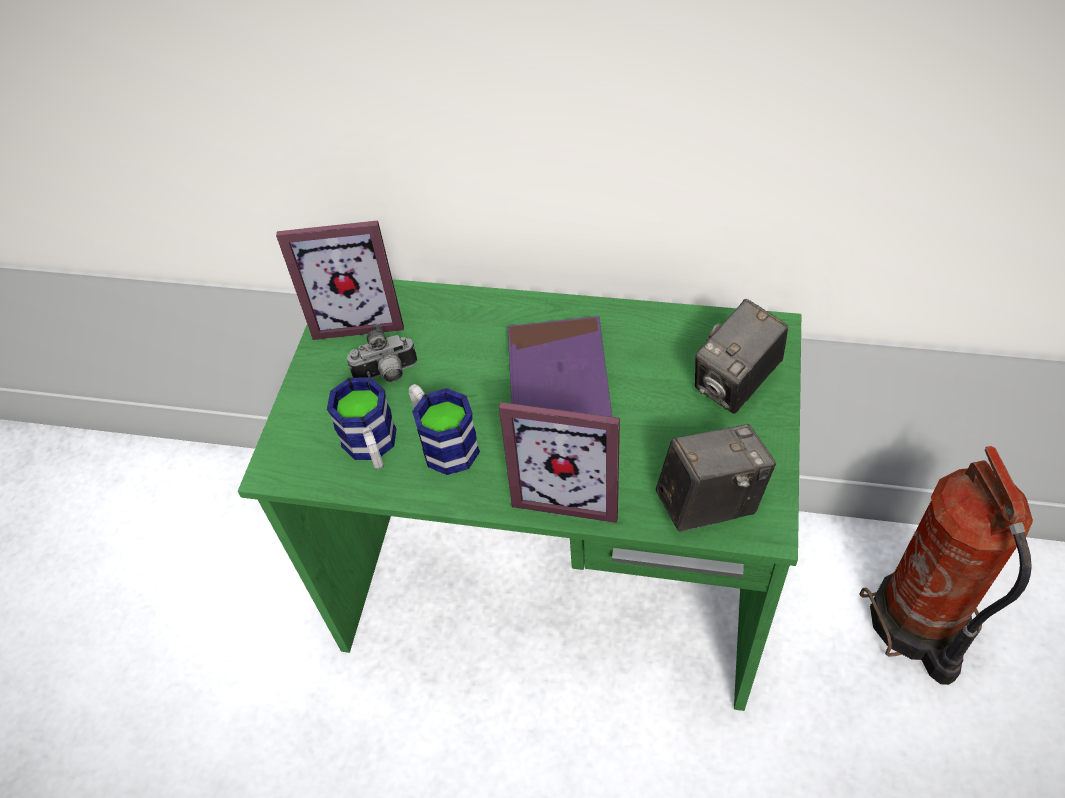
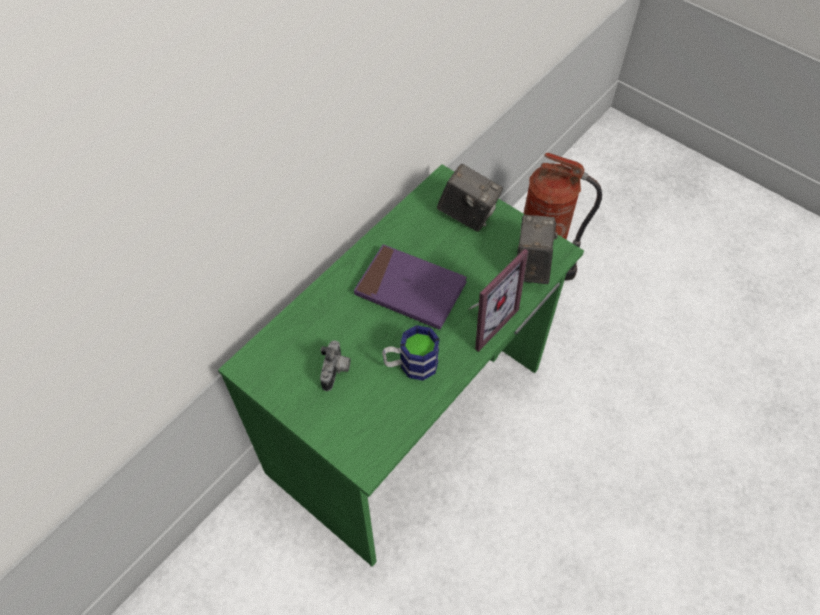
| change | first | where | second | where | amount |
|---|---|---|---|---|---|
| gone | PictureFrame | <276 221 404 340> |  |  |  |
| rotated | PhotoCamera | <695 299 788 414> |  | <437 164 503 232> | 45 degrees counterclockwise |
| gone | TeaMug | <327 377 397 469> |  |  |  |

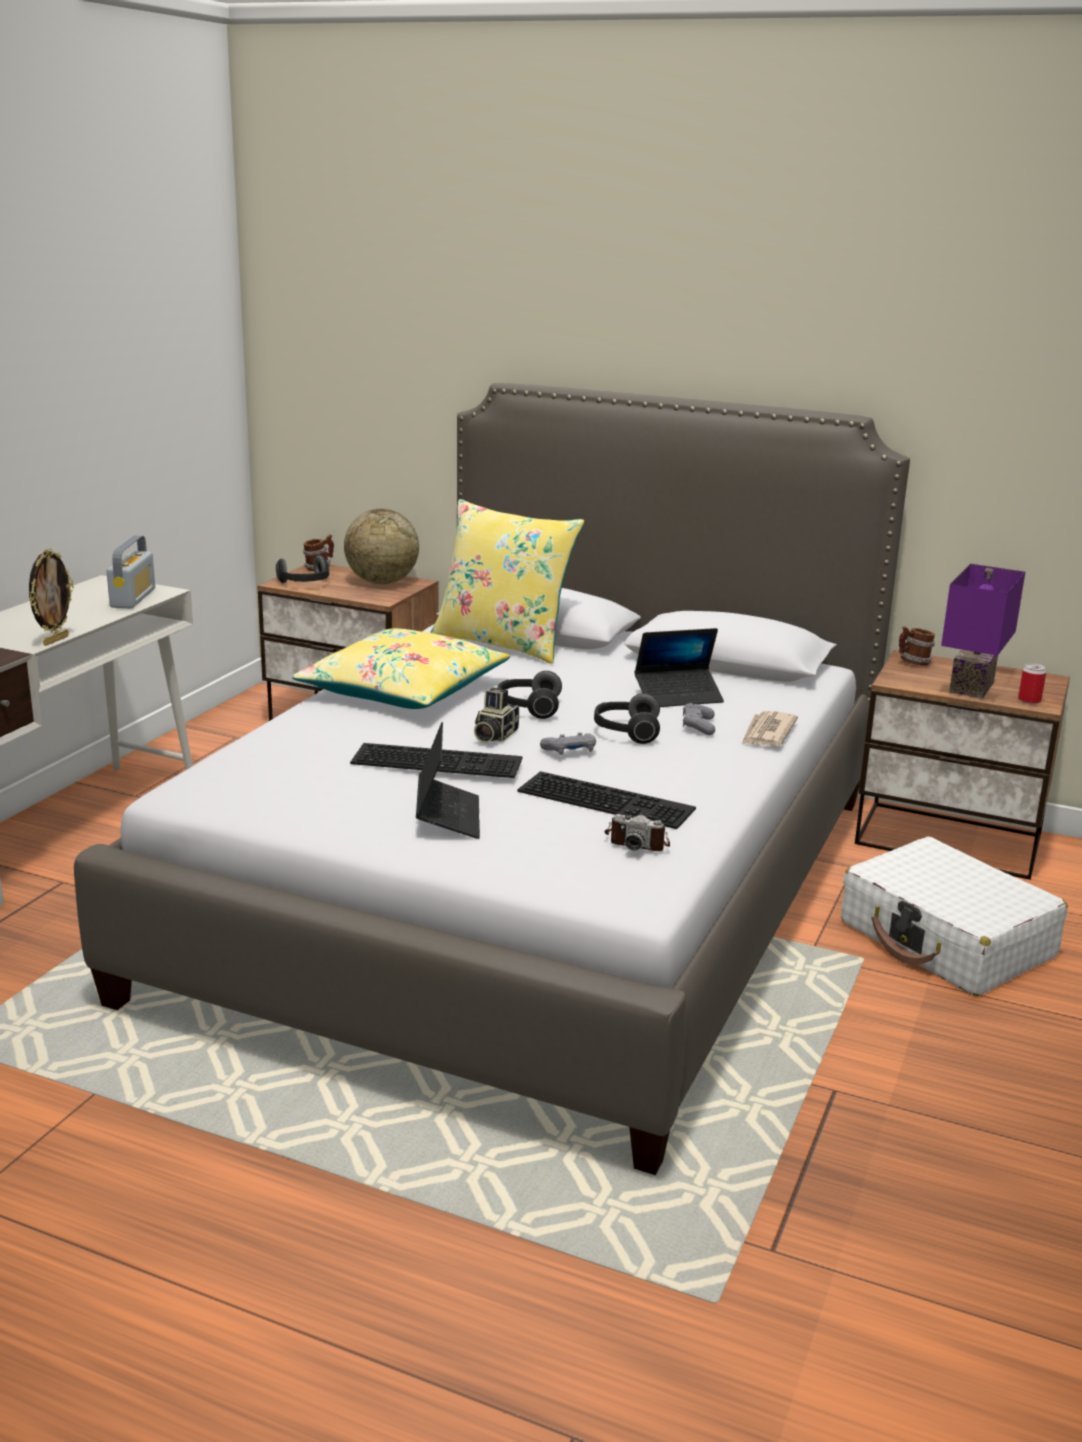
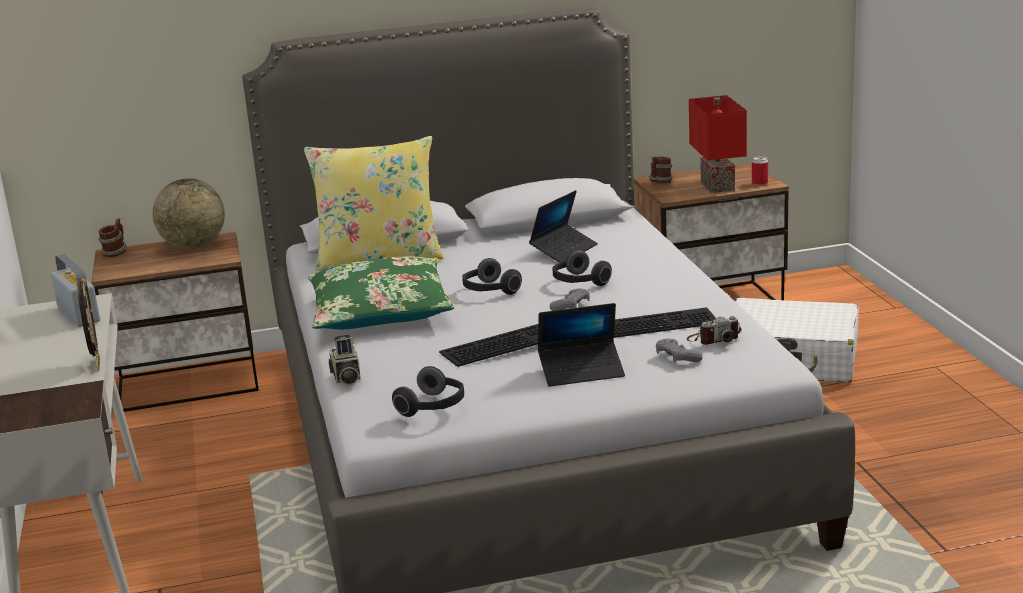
| change | first | where | second | where | amount |
|---|---|---|---|---|---|
| shifted | PairOfHeadphones | <276 555 329 583> |  | <392 366 464 417> |  |
| repainted | PurplishTableLamp | <941 564 1025 699> | RedColouredTableLamp | <689 95 747 193> |  |
| repainted | YellowColouredCushion | <292 628 510 709> | GreenColouredCushion | <308 256 454 329> |  |
| shifted | PhotoCamera | <474 687 519 743> |  | <329 335 361 386> |  |
| shifted | GreyGameController | <683 703 715 735> |  | <656 339 703 363> |  |
| gone | Newspaper | <741 711 798 747> |  |  |  |
| rotated | NotebookComputer | <416 722 480 839> |  | <538 303 625 387> | 120 degrees clockwise |

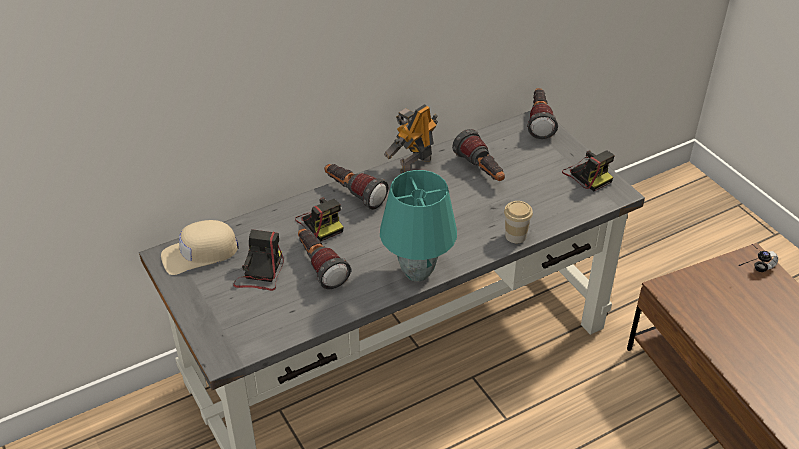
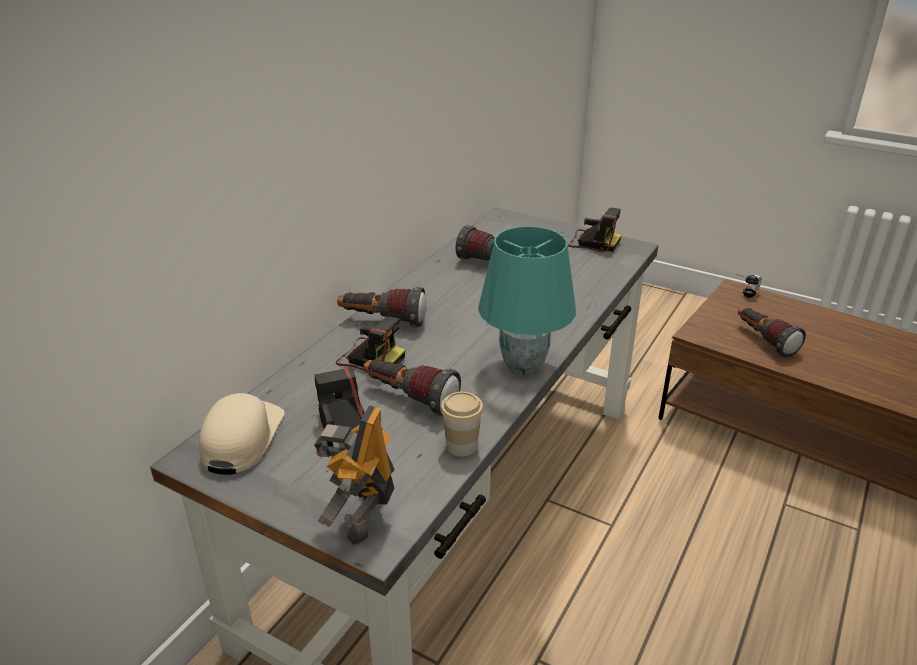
| change | first | where | second | where | amount |
|---|---|---|---|---|---|
| shifted | HandTorch | <527 88 558 139> |  | <738 308 806 357> |  |
| shifted | ToyRobot | <384 104 438 174> |  | <314 405 395 545> |  |
| shifted | SmallCup | <504 201 533 243> |  | <440 392 484 456> |  |
| rotated | BeigeCap | <161 220 239 275> |  | <199 393 285 475> | 150 degrees clockwise |

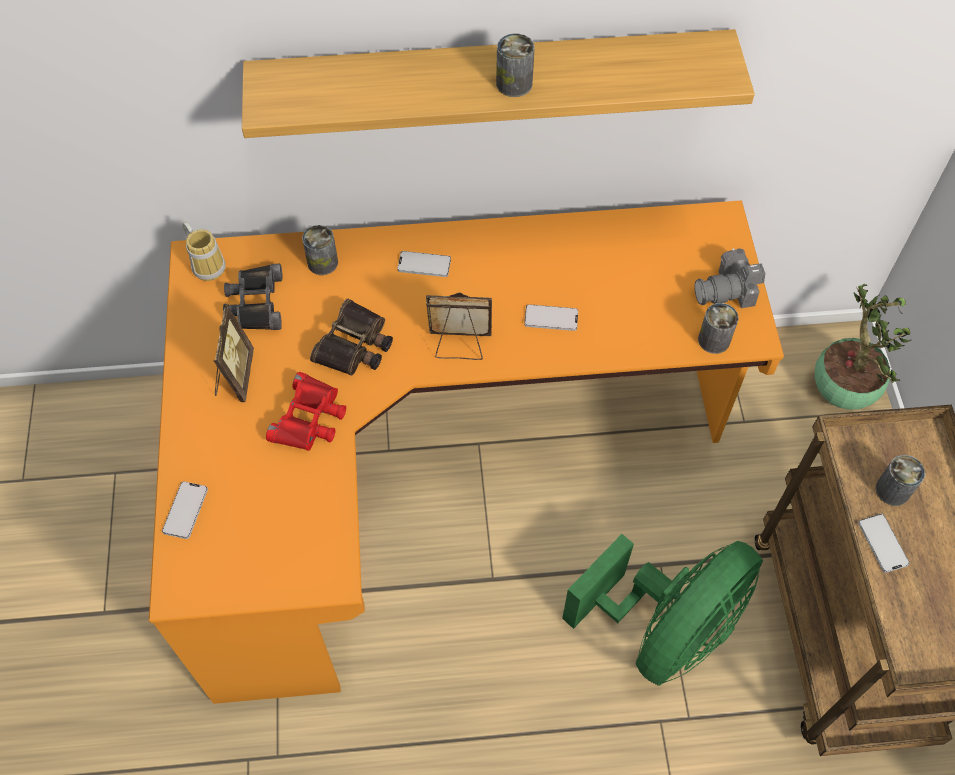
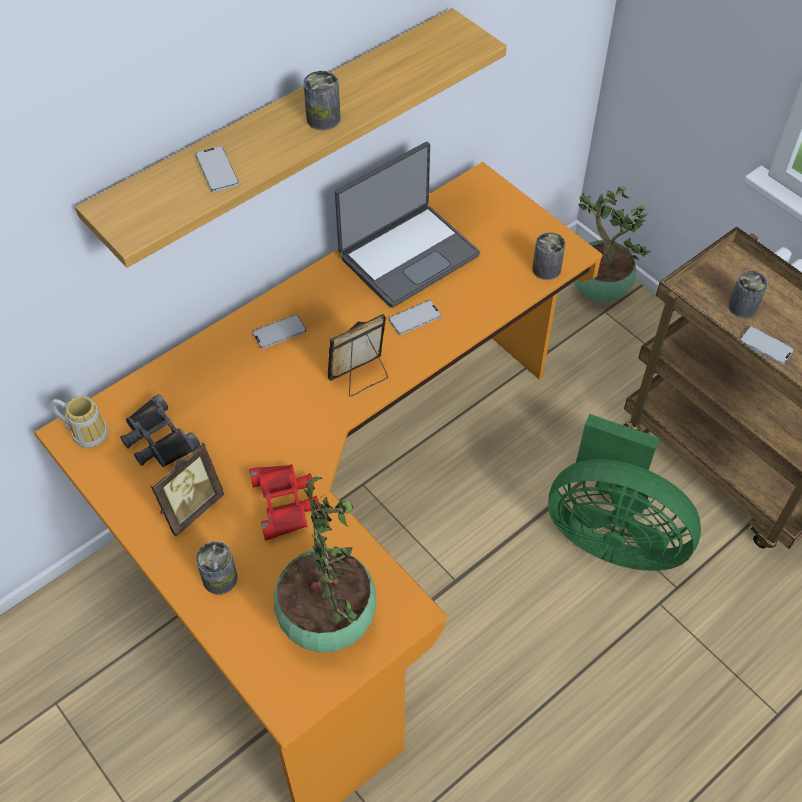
| change | first | where | second | where | amount |
|---|---|---|---|---|---|
| shifted | SealedCan | <302 225 338 275> |  | <196 541 238 595> |  |
| gone | PhotoCamera | <694 248 765 308> |  |  |  |
| gone | Binoculars | <310 299 393 376> |  |  |  |
| rotated | PictureFrame | <213 304 254 402> |  | <150 442 224 536> | 75 degrees clockwise |
| shifted | Telephone | <162 481 208 539> |  | <196 146 239 192> |  |
| rotated | GreenColouredCoolingFan | <562 534 763 686> |  | <548 414 701 571> | 105 degrees clockwise |
| new |  |  | NotebookComputer | <335 142 480 308> |  |
| new |  |  | Houseplant | <274 476 376 653> |  |

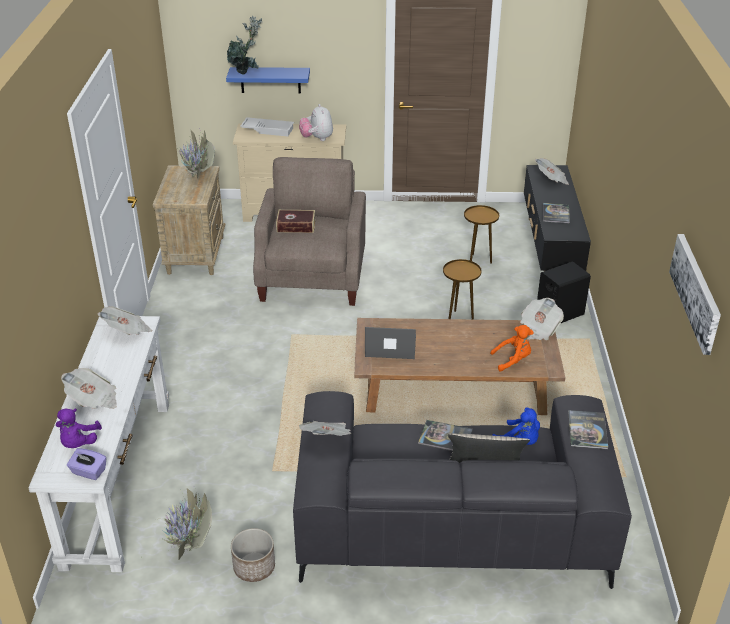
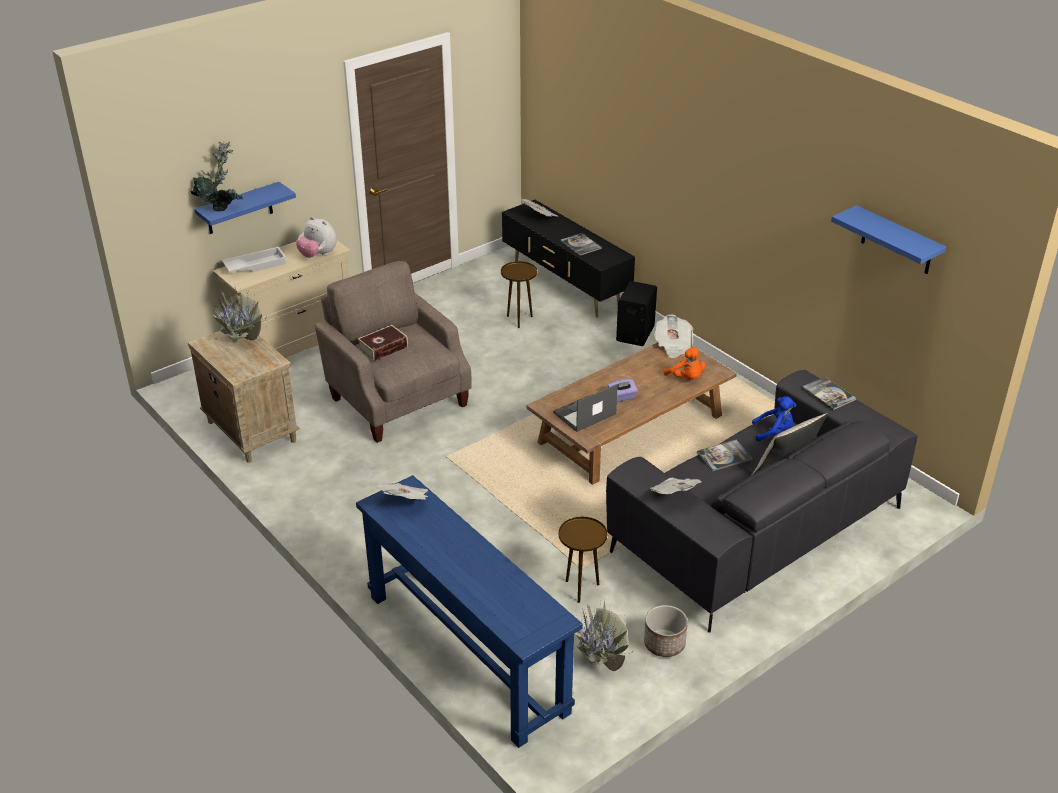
| change | first | where | second | where | amount |
|---|---|---|---|---|---|
| swapped | Picture | <669 234 721 355> | BluishShelf | <831 205 946 274> |  |
| shifted | BrownColouredAccentTable | <443 259 482 319> |  | <559 517 607 603> |  |
| repainted | WhiteNarrowTable | <28 316 169 572> | BluishNarrowTable | <356 475 583 748> |  |
| rotated | OrangeColouredSoftToy | <490 325 534 372> |  | <664 347 706 379> | 105 degrees clockwise |
| gone | Newspaper | <61 368 117 409> |  |  |  |
| gone | PurplishSoftToy | <56 408 102 448> |  |  |  |
| shifted | PurplishTissueHolder | <67 448 107 480> |  | <608 379 638 402> |  |

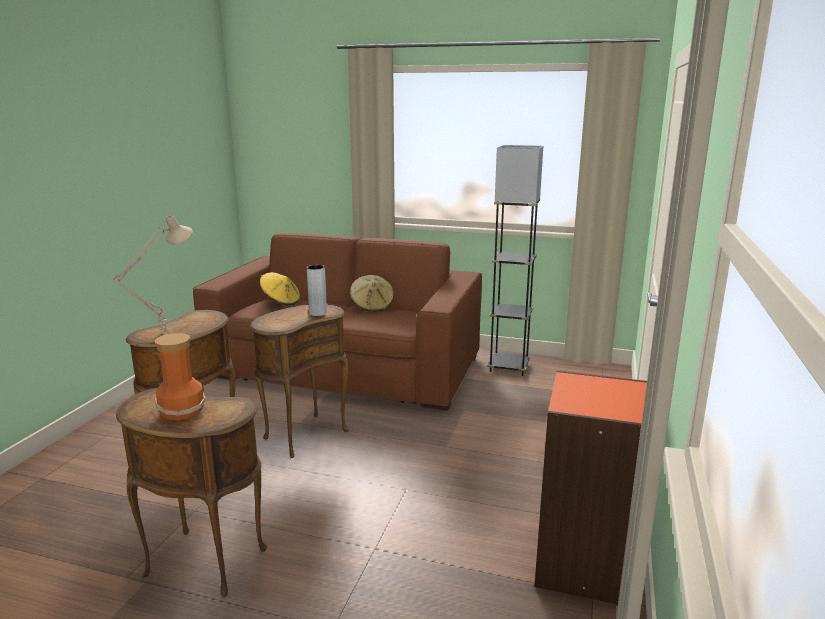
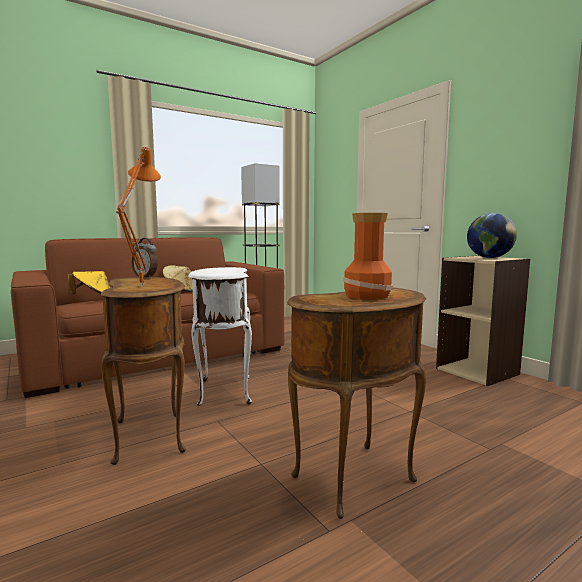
| change | first | where | second | where | amount |
|---|---|---|---|---|---|
| repainted | BeigeTableLamp | <113 215 193 332> | OrangeColouredTableLamp | <116 147 161 287> |  |
| gone | GreyDecorativeVase | <307 265 327 316> |  |  |  |
| repainted | BrownColouredAccentTable | <249 304 349 458> | WhiteAccentTable | <188 267 252 406> |  |
| repainted | OrangeColouredShelvingUnit | <534 370 647 605> | BeigeShelvingUnit | <436 256 530 386> |  |
| new |  |  | DeskGlobe | <467 213 517 258> |  |
| new |  |  | TableClock | <132 238 158 278> |  |

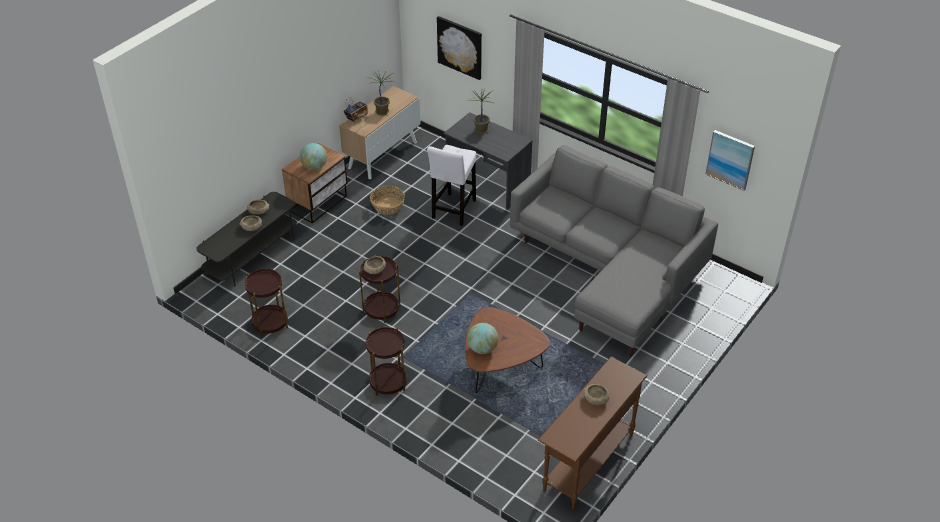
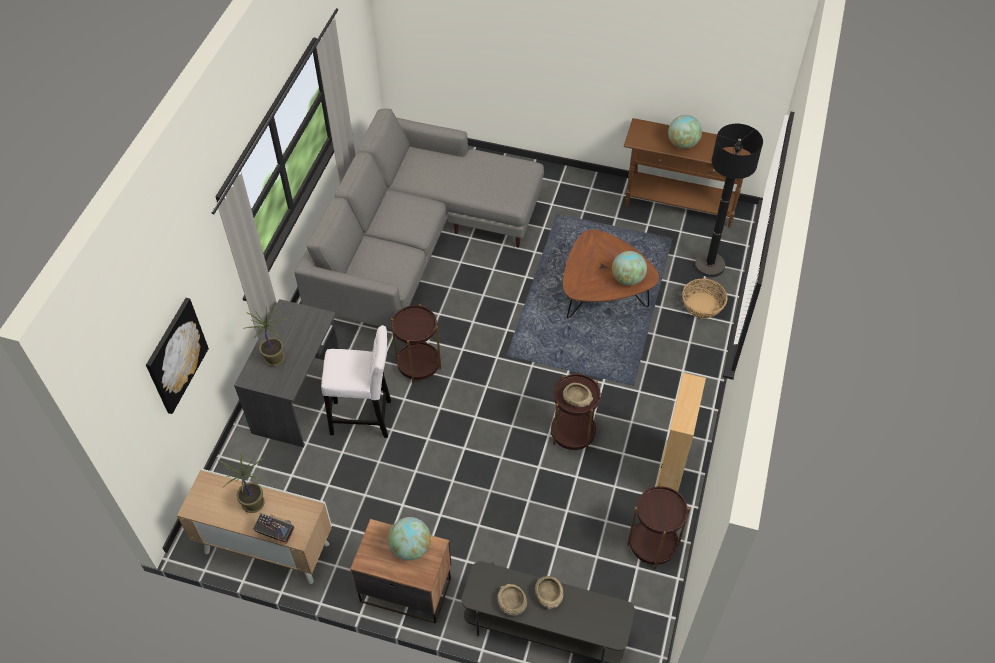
| change | first | where | second | where | amount |
|---|---|---|---|---|---|
| gone | Picture | <705 130 755 191> |  |  |  |
| shifted | Basket | <370 186 405 215> |  | <682 278 728 319> |  |
| shifted | BrownColouredAccentTable | <366 327 407 396> |  | <391 304 441 384> |  |
| swapped | BeigeServingBowl | <584 384 610 405> | DeskGlobe | <668 115 702 149> |  |
| new |  |  | BlackishStandingLamp | <695 124 763 277> |  |
| new |  |  | BeigeShelvingUnit | <656 373 706 492> |  |

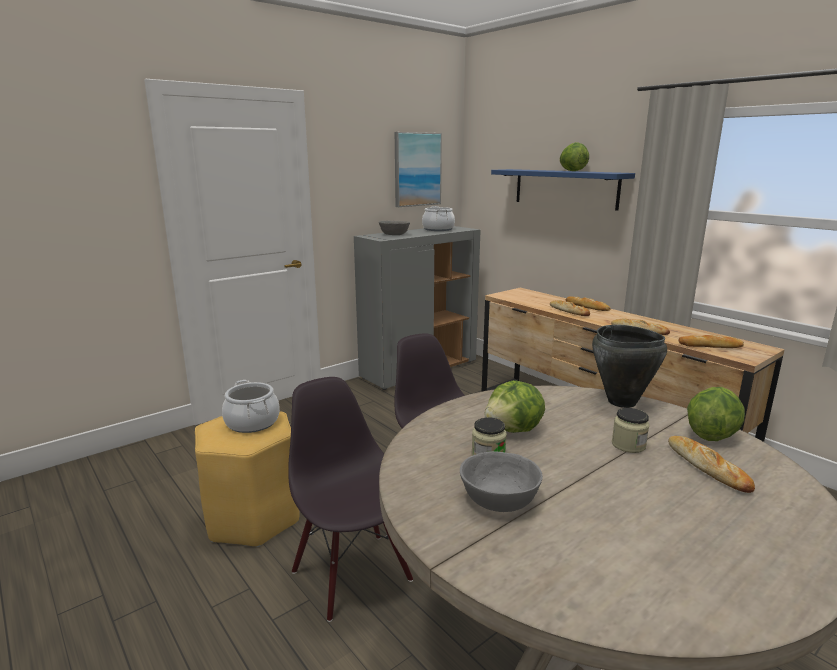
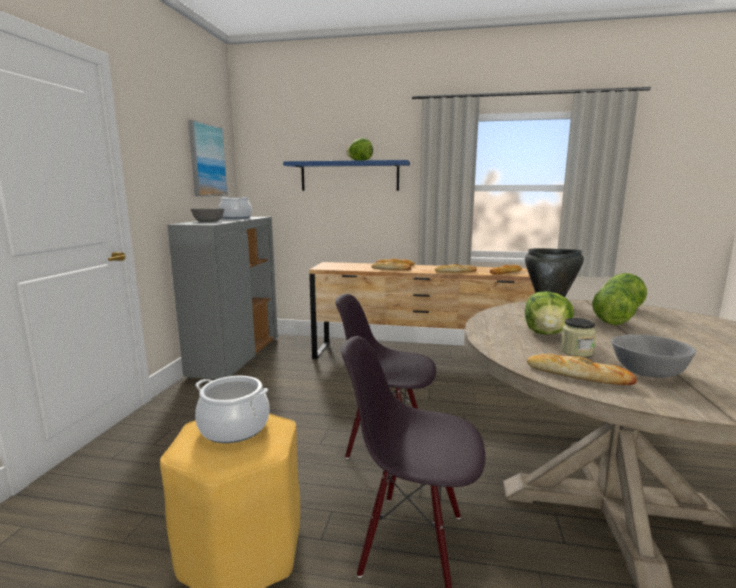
| change | first | where | second | where | amount |
|---|---|---|---|---|---|
| swapped | Jar | <612 408 650 453> | Lettuce | <592 284 637 325> |  |
| shifted | BakeryBread | <668 436 755 493> |  | <527 354 637 385> |  |

